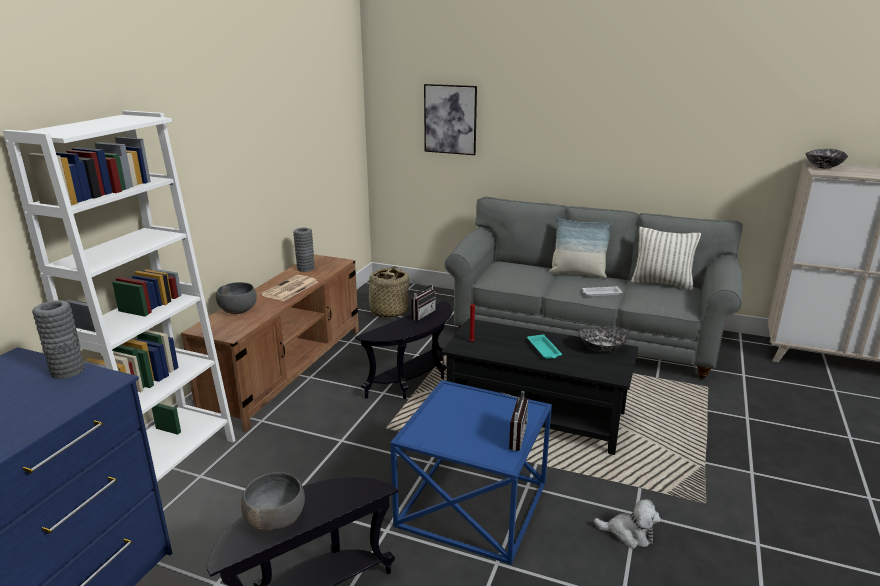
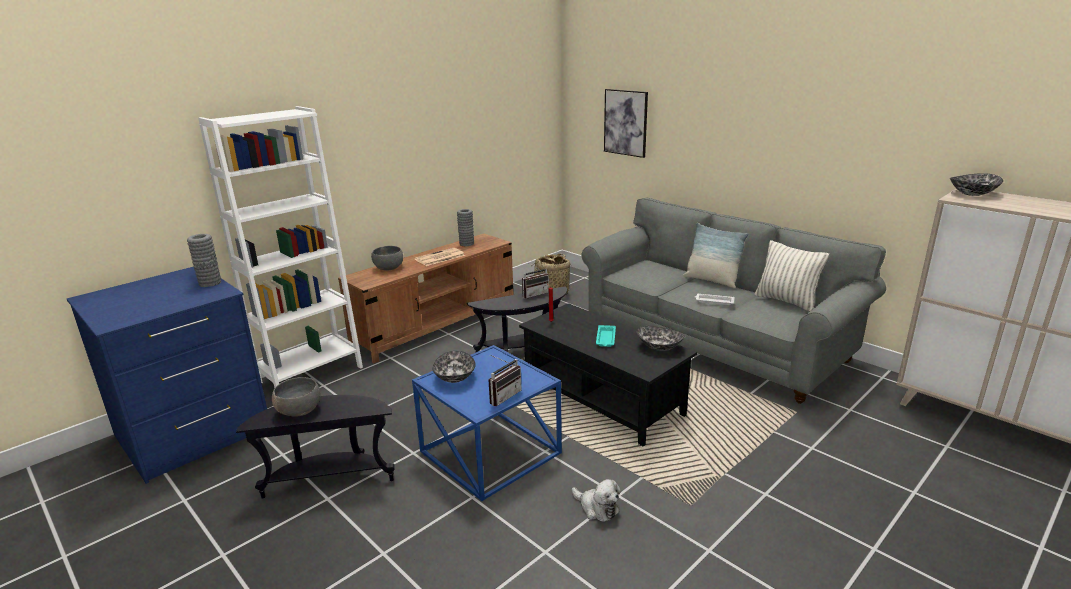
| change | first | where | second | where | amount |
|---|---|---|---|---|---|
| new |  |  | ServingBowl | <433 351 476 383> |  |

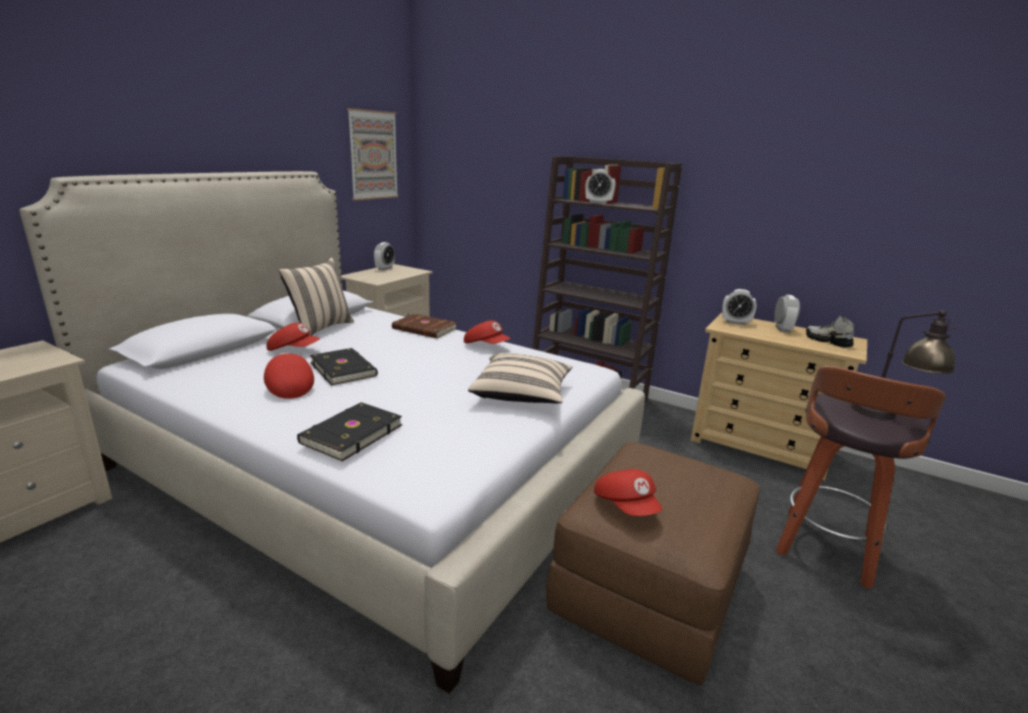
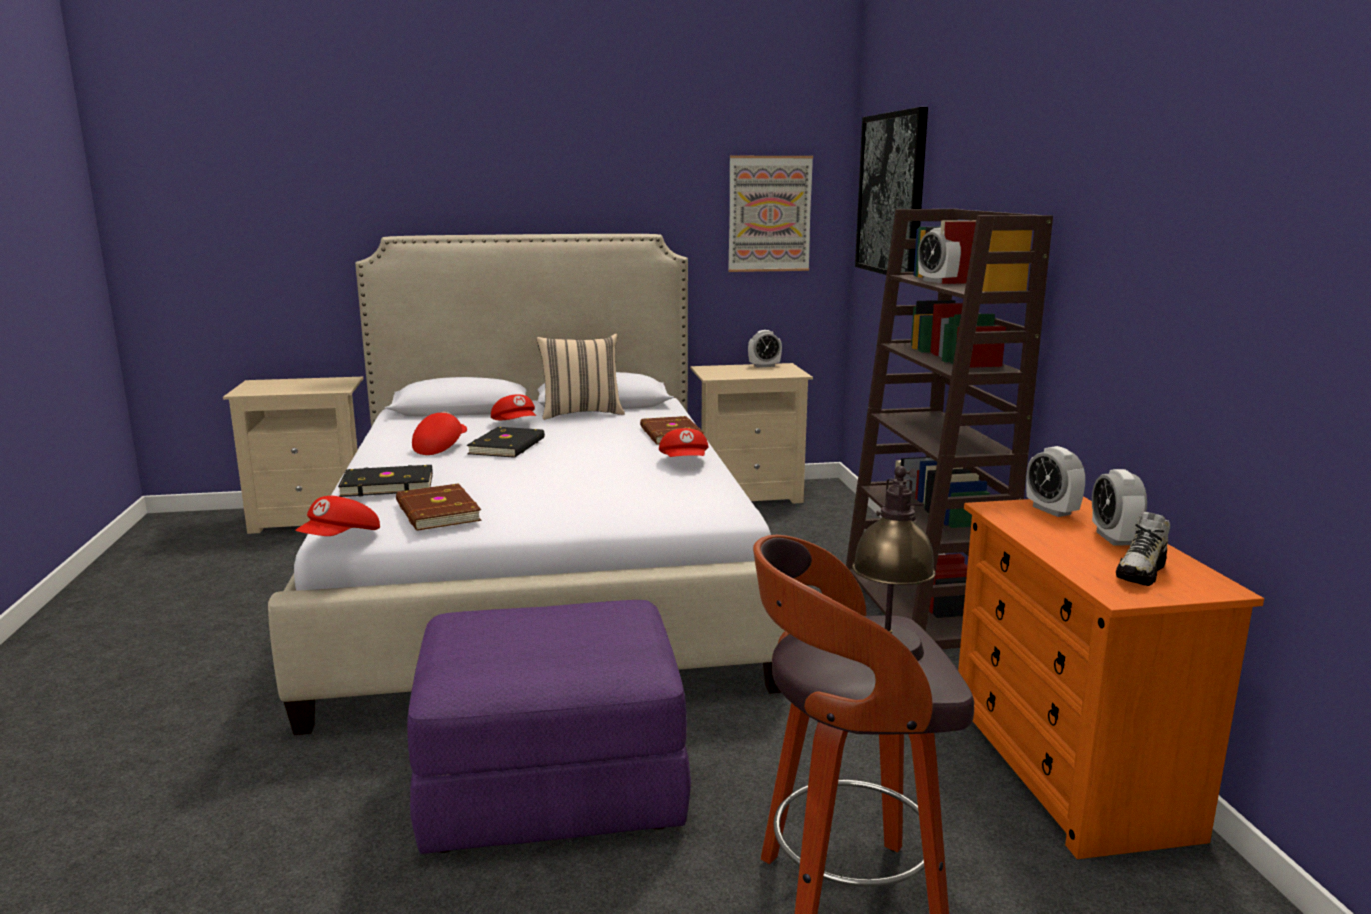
| change | first | where | second | where | amount |
|---|---|---|---|---|---|
| rotated | TableClock | <775 295 800 333> |  | <1092 469 1147 546> | 120 degrees clockwise |
| repainted | BeigeDresser | <690 313 867 480> | OrangeColouredDresser | <958 496 1264 859> |  |
| rotated | Shoe | <806 315 854 348> |  | <1116 512 1170 586> | 150 degrees counterclockwise |
| gone | BeigeCushion | <468 353 572 403> |  |  |  |
| repainted | BrownColouredOttoman | <546 442 760 685> | PurplishOttoman | <407 600 691 854> |  |
| shifted | RedColouredCap | <594 469 662 516> |  | <295 496 380 536> |  |
| new |  |  | Picture | <855 107 928 275> |  |
| new |  |  | BrownColouredVolume | <396 483 482 531> |  |

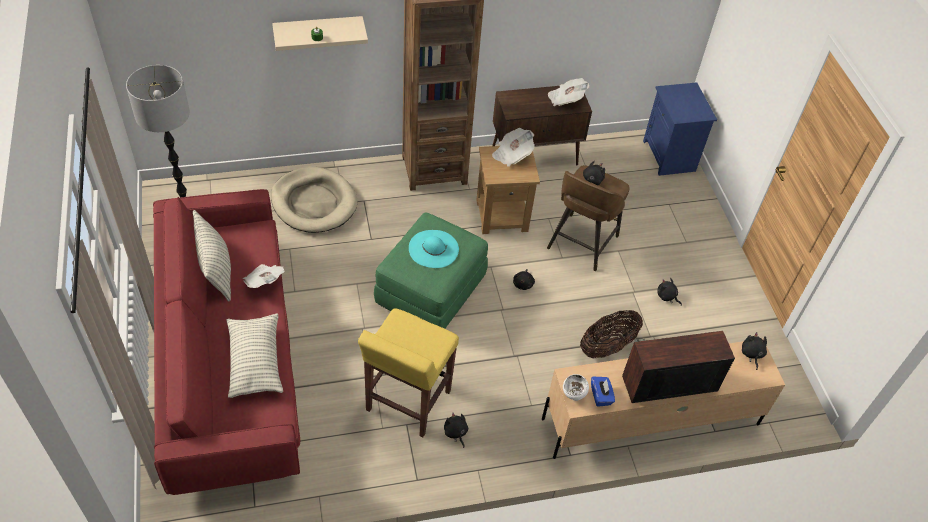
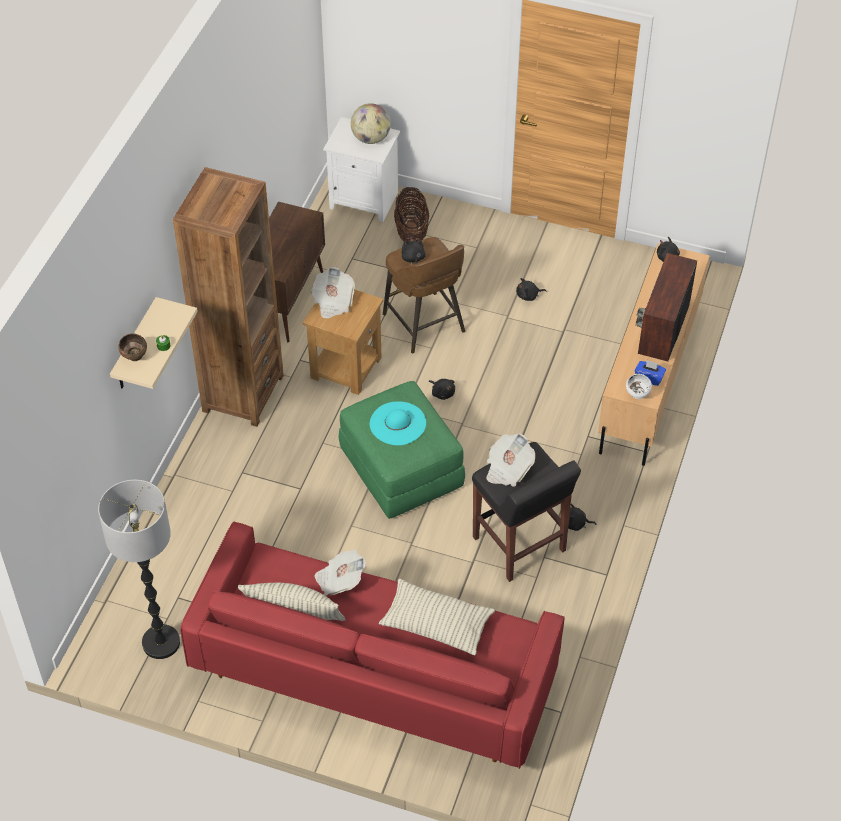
| change | first | where | second | where | amount |
|---|---|---|---|---|---|
| shifted | Newspaper | <548 78 589 106> |  | <486 434 535 487> |  |
| repainted | BluishNightstand | <643 82 717 176> | WhiteNightstand | <323 117 400 222> |  |
| gone | BeigeDogBed | <271 167 358 233> |  |  |  |
| repainted | YellowColouredSittingStool | <358 308 459 437> | BlackishSittingStool | <472 442 581 582> |  |
| shifted | Basket | <580 310 643 358> |  | <394 187 429 243> |  |
| new |  |  | DeskGlobe | <351 103 391 144> |  |
| new |  |  | BrownColouredServingBowl | <118 333 147 361> |  |

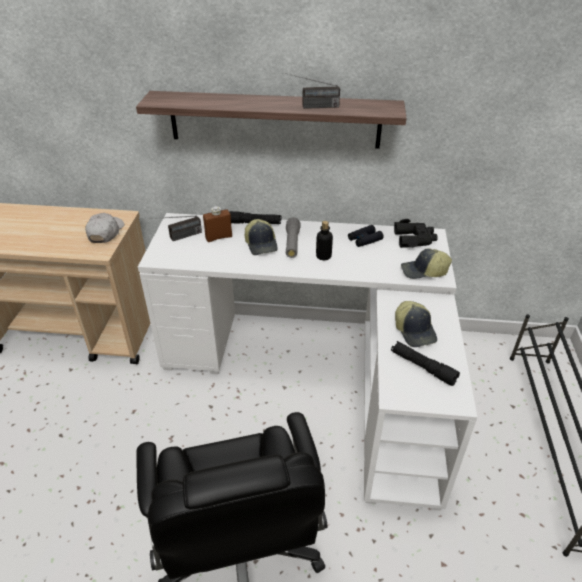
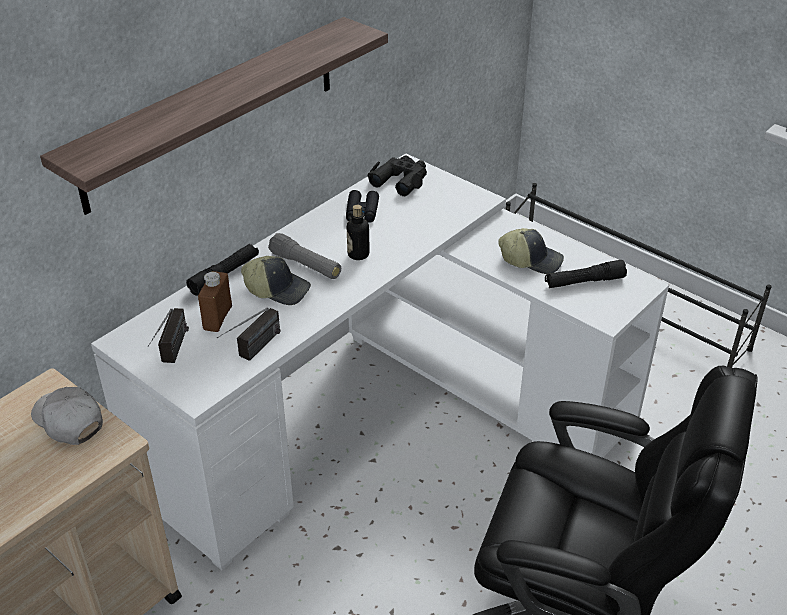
| change | first | where | second | where | amount |
|---|---|---|---|---|---|
| shifted | RadioSet | <285 73 340 109> |  | <217 308 281 361> |  |
| gone | Cap | <401 248 452 279> |  |  |  |

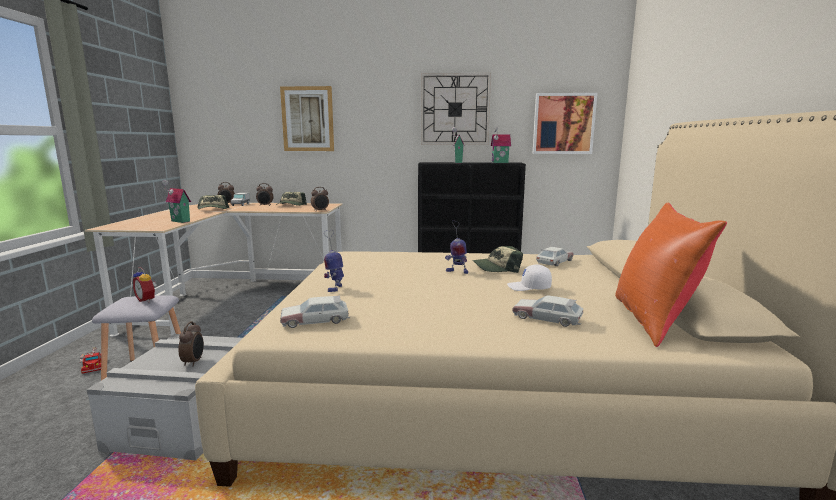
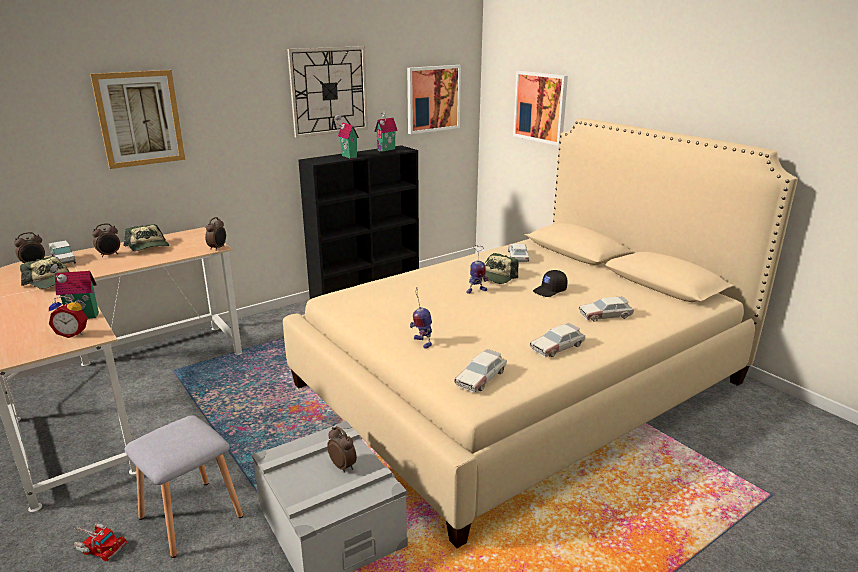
| change | first | where | second | where | amount |
|---|---|---|---|---|---|
| gone | OrangeColouredCushion | <615 203 727 347> |  |  |  |
| repainted | WhiteCap | <507 264 552 291> | BlackishCap | <533 270 567 297> |  |
| shifted | TableClock | <133 267 156 303> |  | <49 296 88 338> |  |
| new |  |  | Picture | <513 71 568 146> |  |
| new |  |  | ToyCar | <530 323 585 357> |  |

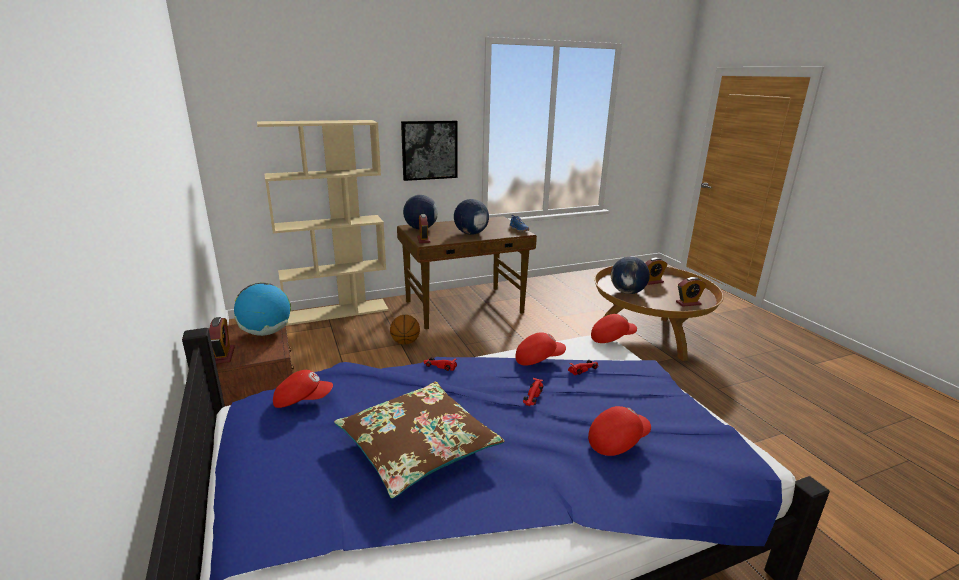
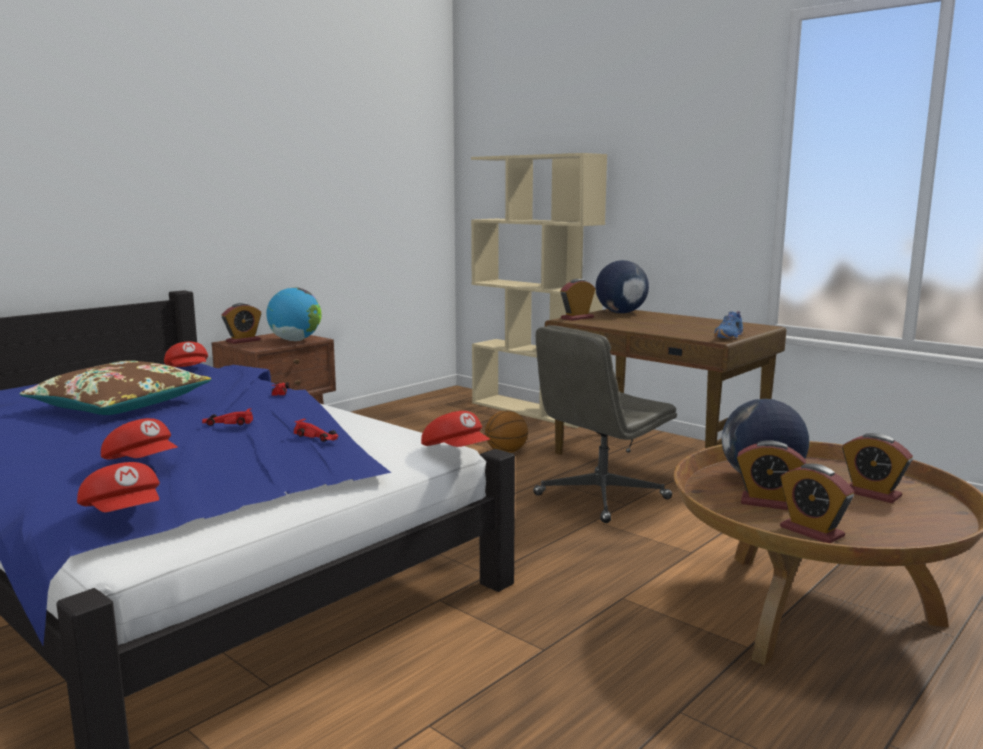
| change | first | where | second | where | amount |
|---|---|---|---|---|---|
| gone | Picture | <401 120 458 181> |  |  |  |
| gone | DeskGlobe | <454 199 489 235> |  |  |  |
| shifted | RedColouredCap | <515 332 566 366> |  | <77 462 160 512> |  |
| new |  |  | GreyDeskChair | <533 325 677 523> |  |
| new |  |  | TableClock | <736 440 806 510> |  |

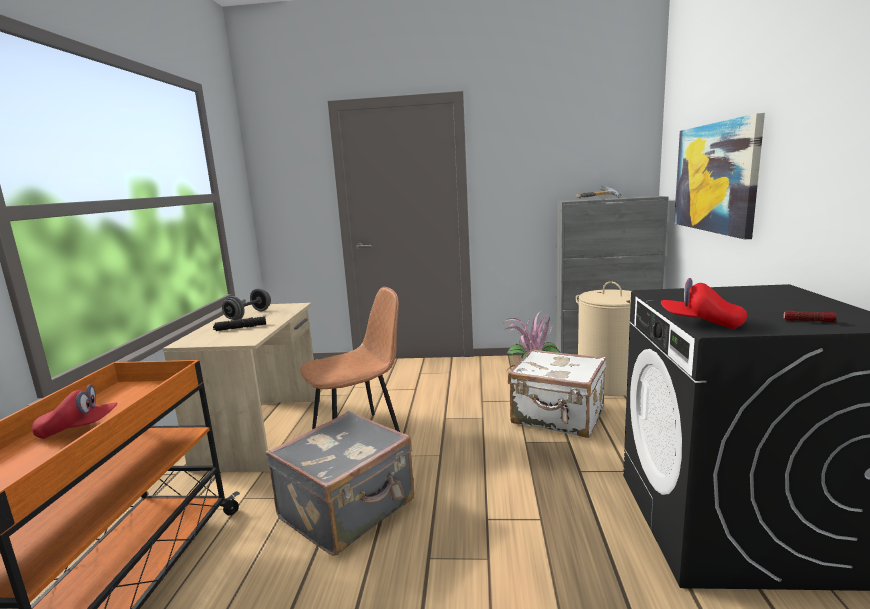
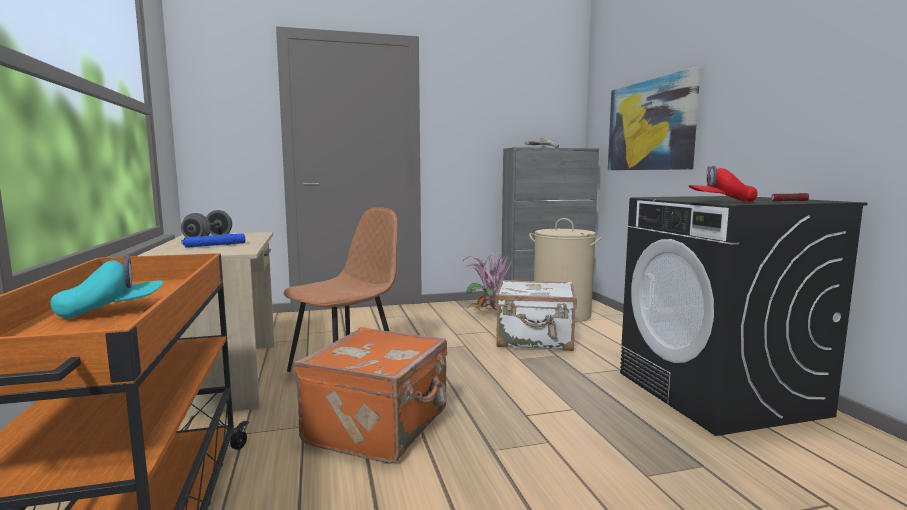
| change | first | where | second | where | amount |
|---|---|---|---|---|---|
| repainted | BlackishHandTorch | <213 316 266 331> | BluishHandTorch | <181 233 245 248> |  |
| repainted | RedColouredCap | <32 384 118 439> | TurquoiseColouredCap | <50 255 163 319> |  |
| repainted | GreyPieceOfLuggage | <266 411 414 556> | OrangeColouredPieceOfLuggage | <294 327 447 464> |  |

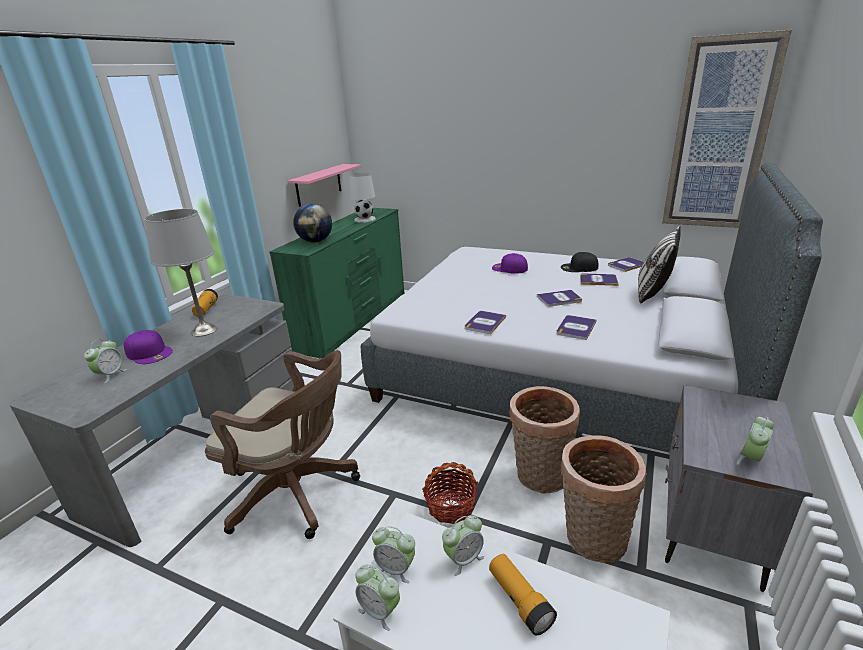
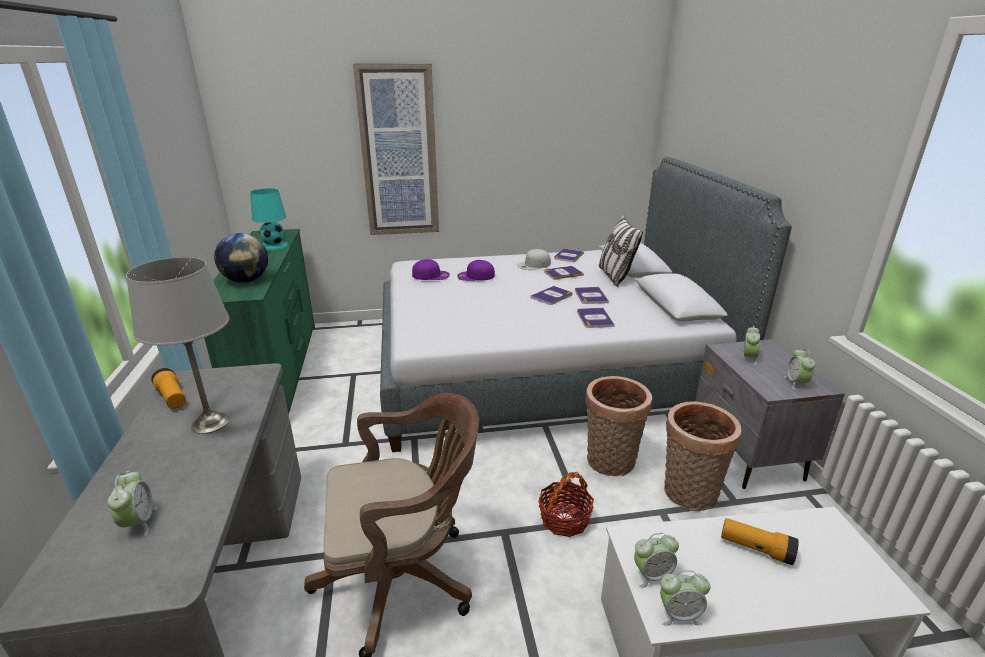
| change | first | where | second | where | amount |
|---|---|---|---|---|---|
| shifted | Picture | <662 30 792 228> |  | <353 63 439 235> |  |
| gone | PinkColouredShelf | <288 164 361 207> |  |  |  |
| repainted | WhiteTableLamp | <349 173 376 223> | TurquoiseColouredTableLamp | <250 188 289 250> |  |
| repainted | BlackishCap | <561 252 598 272> | WhiteCap | <517 249 551 270> |  |
| shifted | Volume | <465 311 506 334> |  | <575 287 609 304> |  |
| shifted | PurplishCap | <124 330 173 364> |  | <412 259 450 280> |  |
| shifted | TableClock | <442 515 484 576> |  | <744 326 760 365> |  |

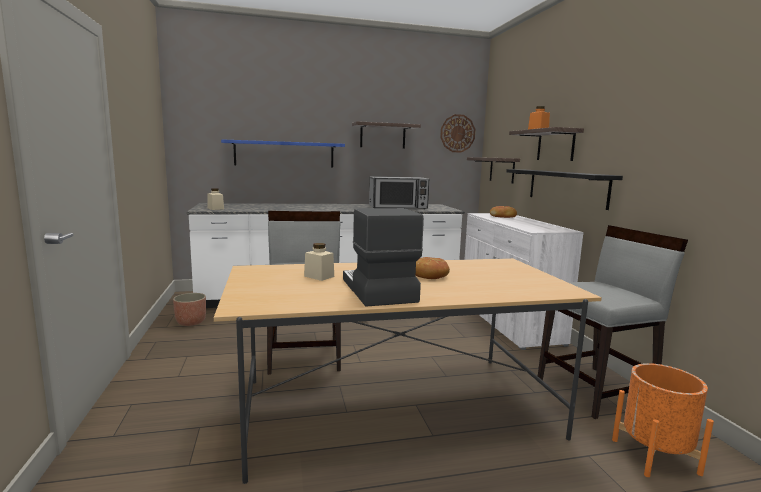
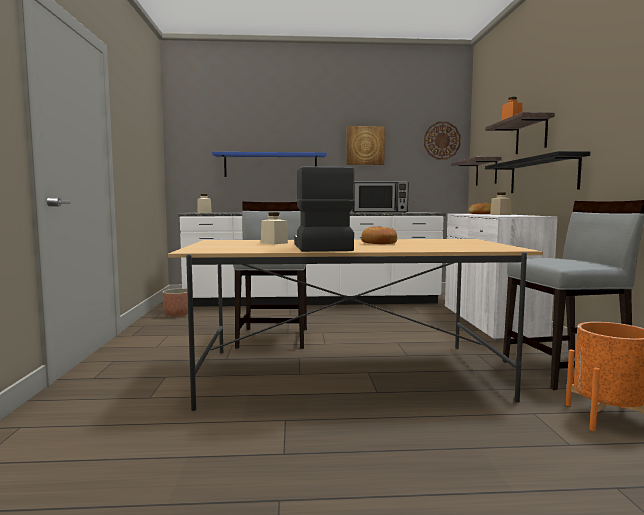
| change | first | where | second | where | amount |
|---|---|---|---|---|---|
| swapped | Shelf | <352 121 421 149> | Picture | <346 126 385 165> |  |
| new |  |  | BeigeJar | <490 193 511 215> |  |

